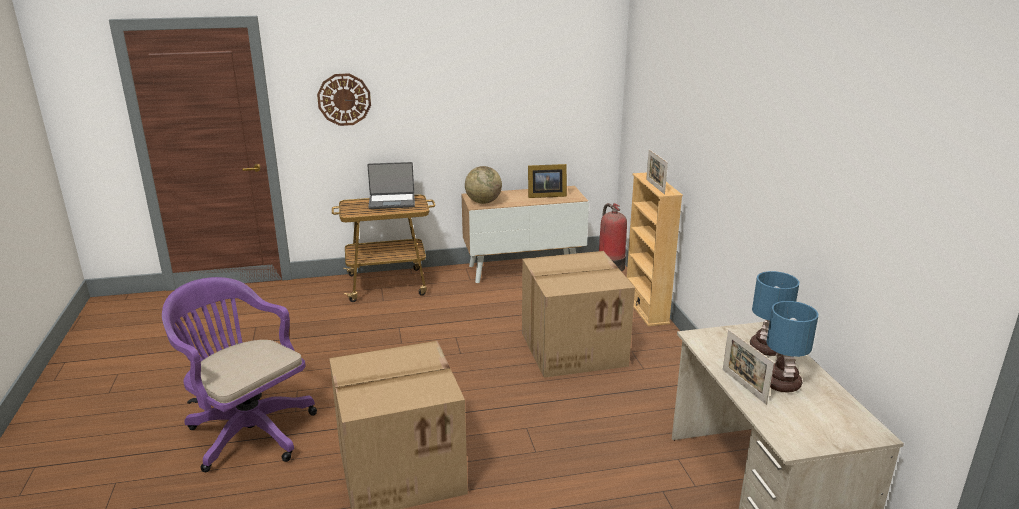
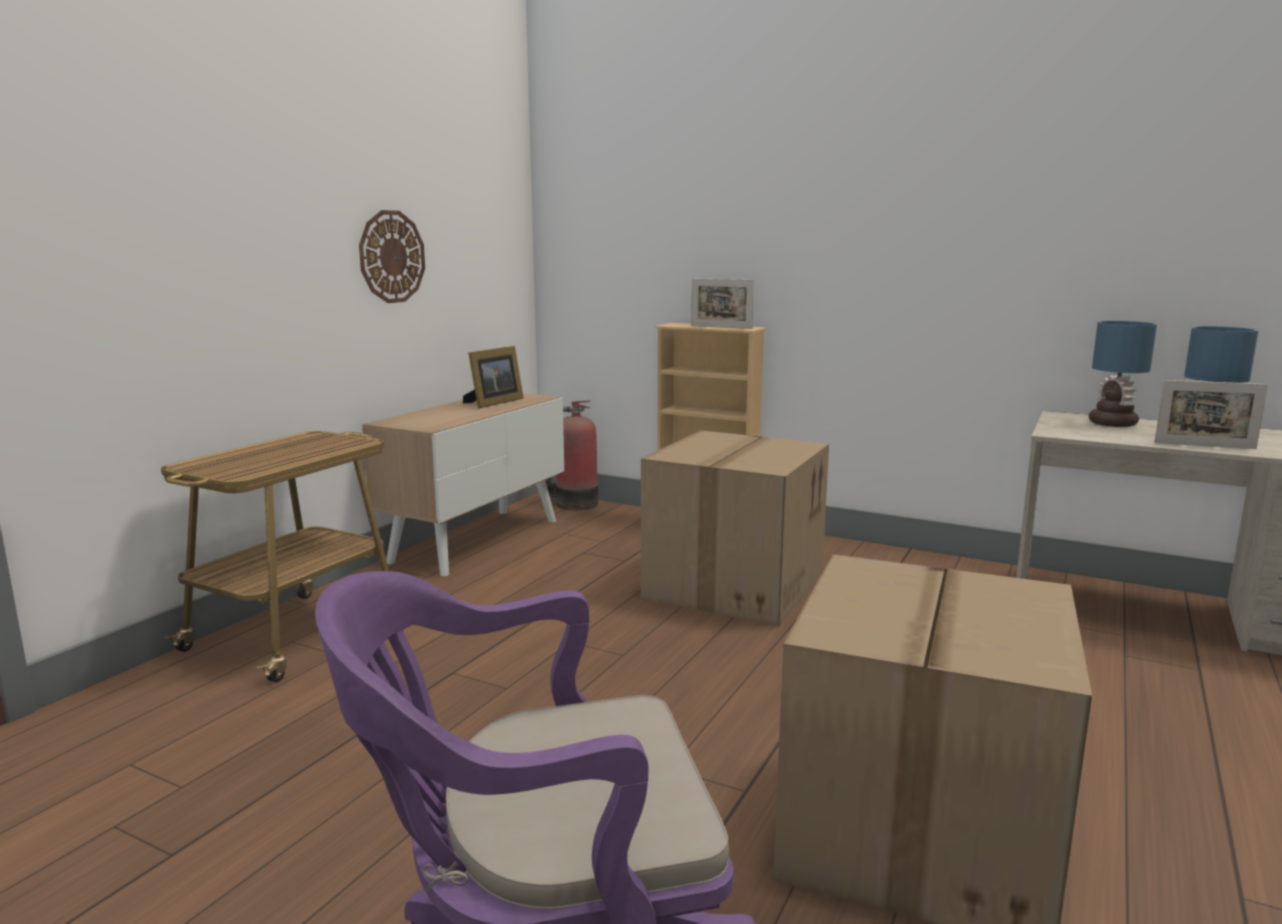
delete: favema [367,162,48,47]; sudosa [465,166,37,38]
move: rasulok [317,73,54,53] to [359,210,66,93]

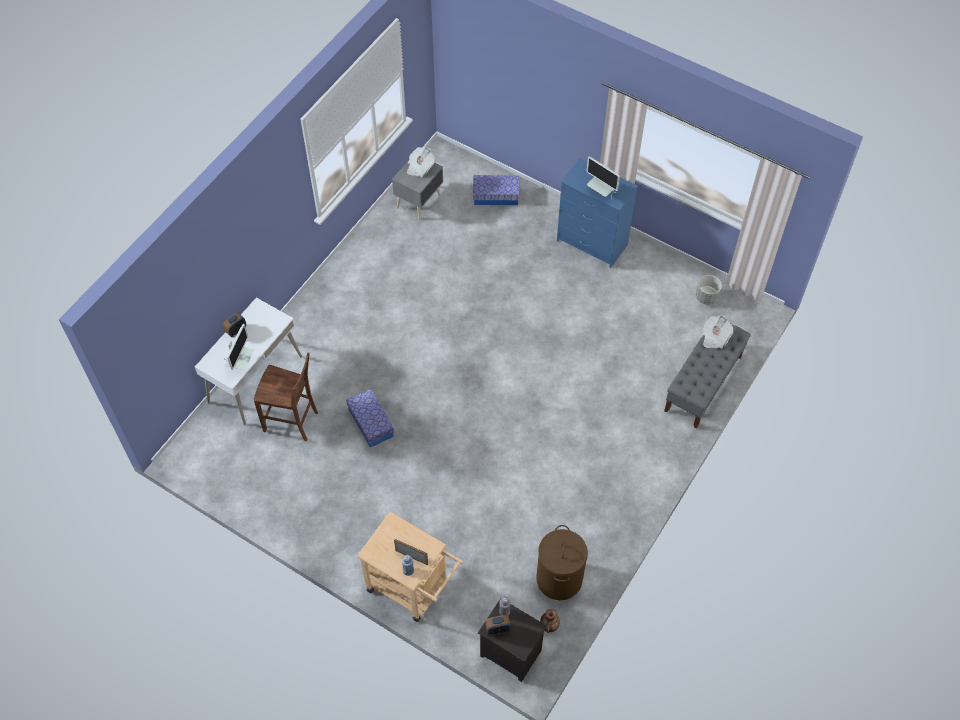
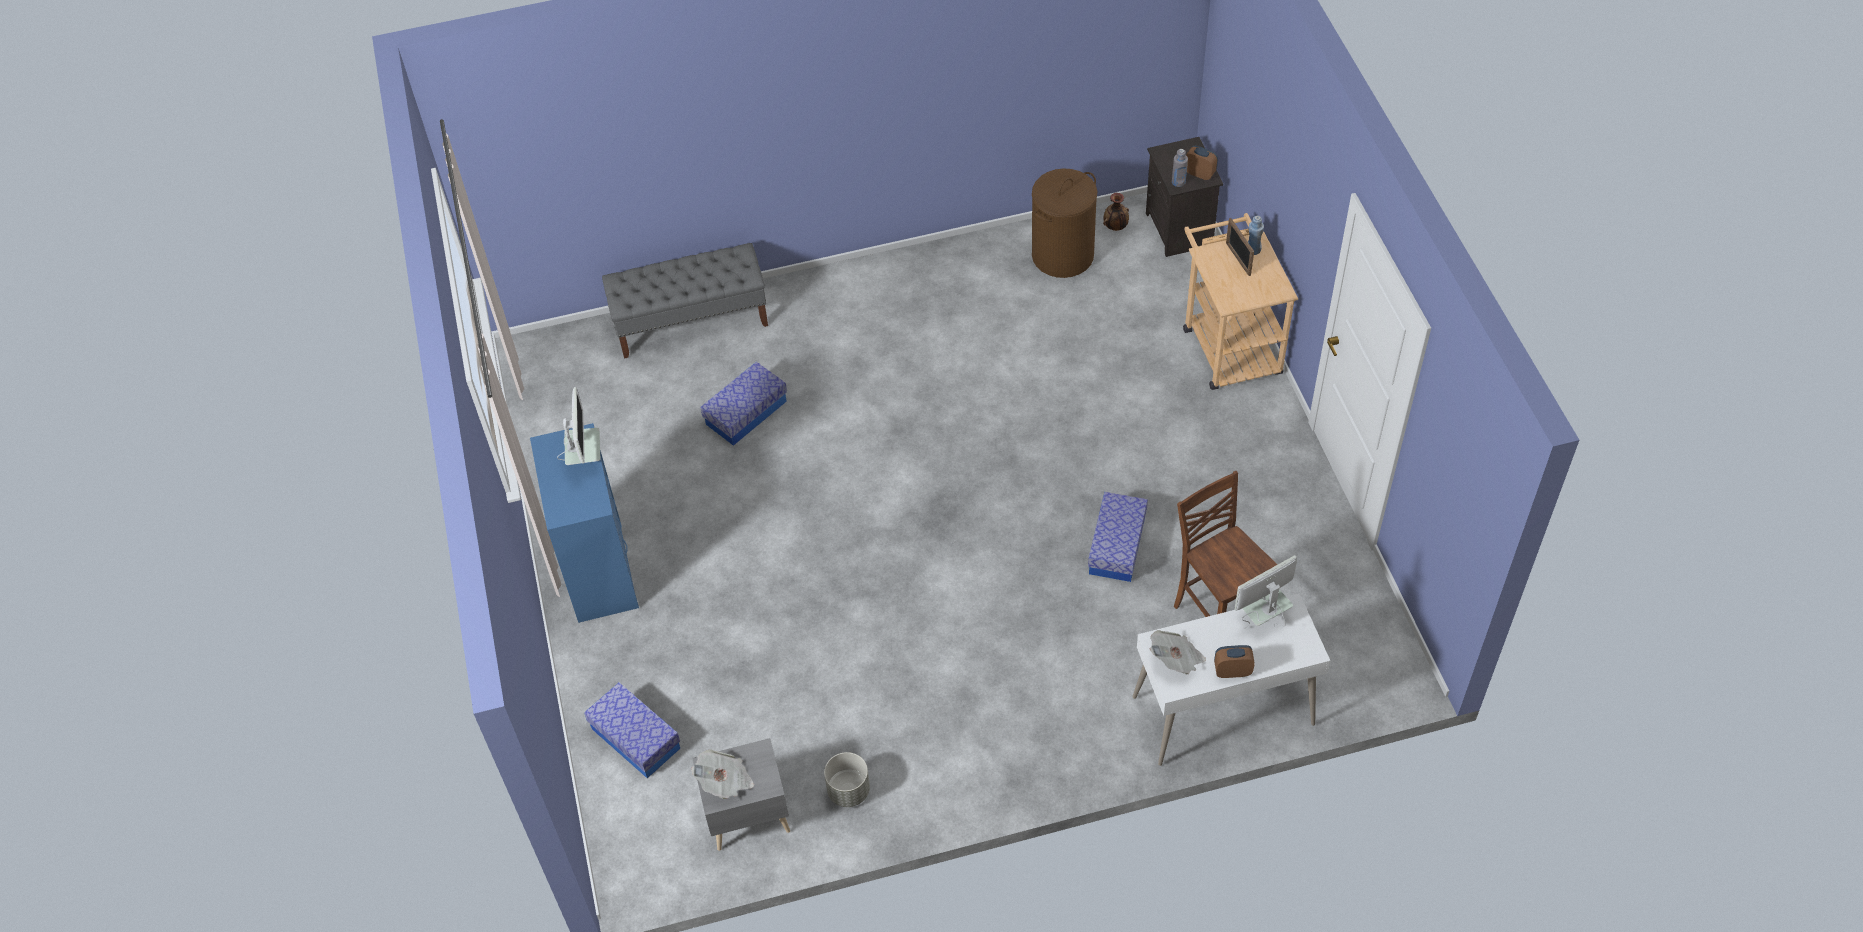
insert: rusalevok [700,362,87,84]
move: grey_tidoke [696,275,26,30] to [824,752,46,55]; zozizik [702,315,32,34] to [1150,630,56,44]

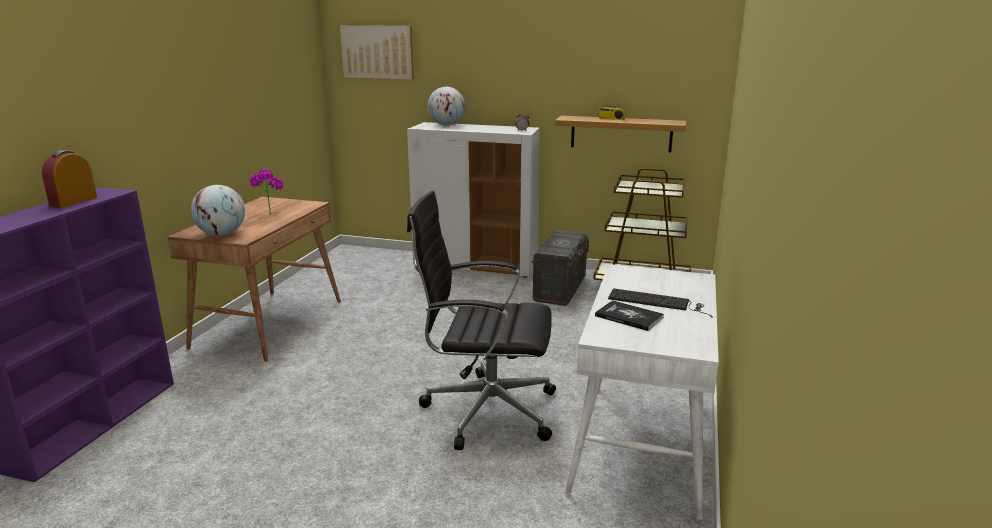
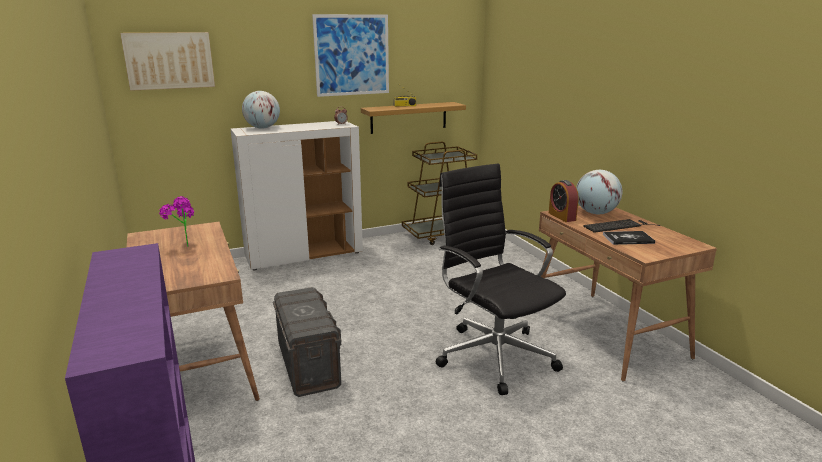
insert: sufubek [312,14,77,83]
move: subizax [42,150,55,58] to [549,180,30,42]; sudosa [191,185,54,51] to [576,170,46,44]; grey_rusalevok [532,230,57,76] to [273,287,69,110]
recolor: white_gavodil [565,264,154,256] to brown_gavodil [539,206,178,176]
rotate: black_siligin [407,190,149,260] = [436,163,130,232] 90 degrees clockwise

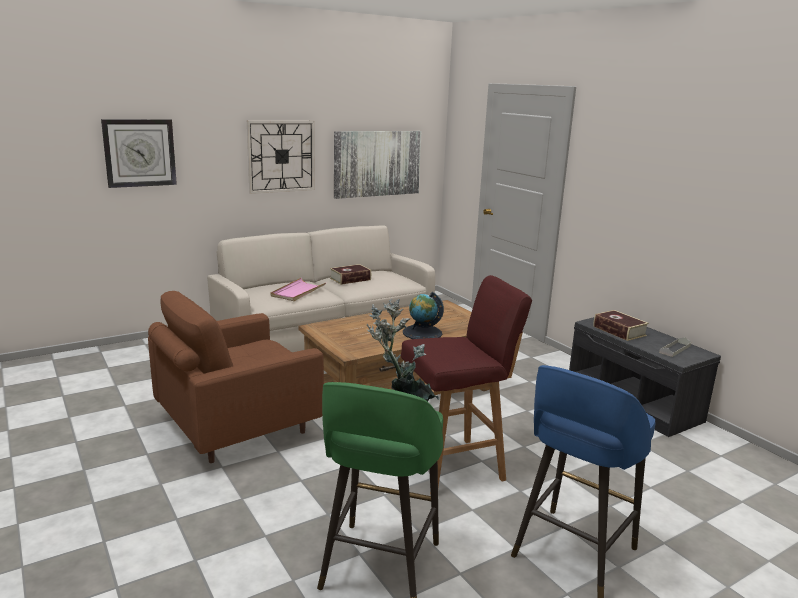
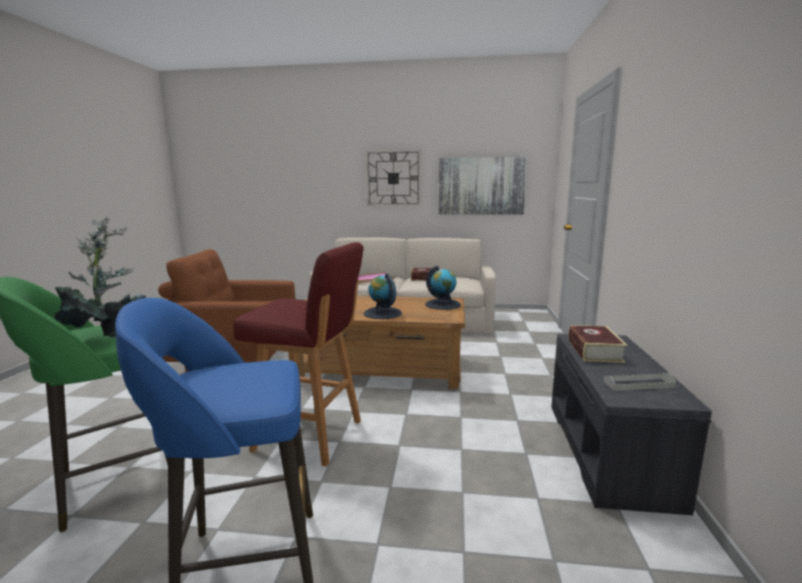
delete: rasulok [101,119,76,69]
insert: sudosa [425,266,36,44]

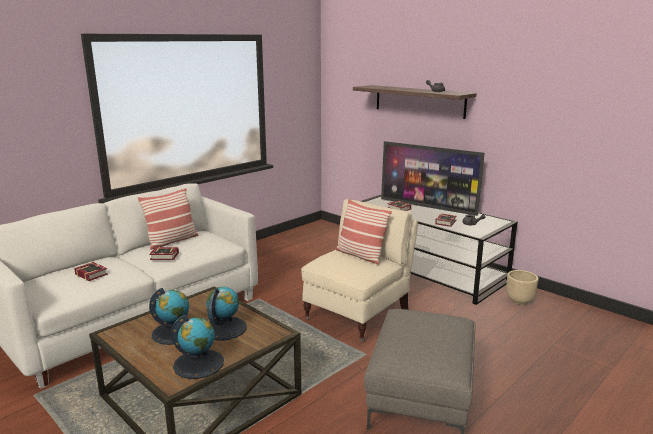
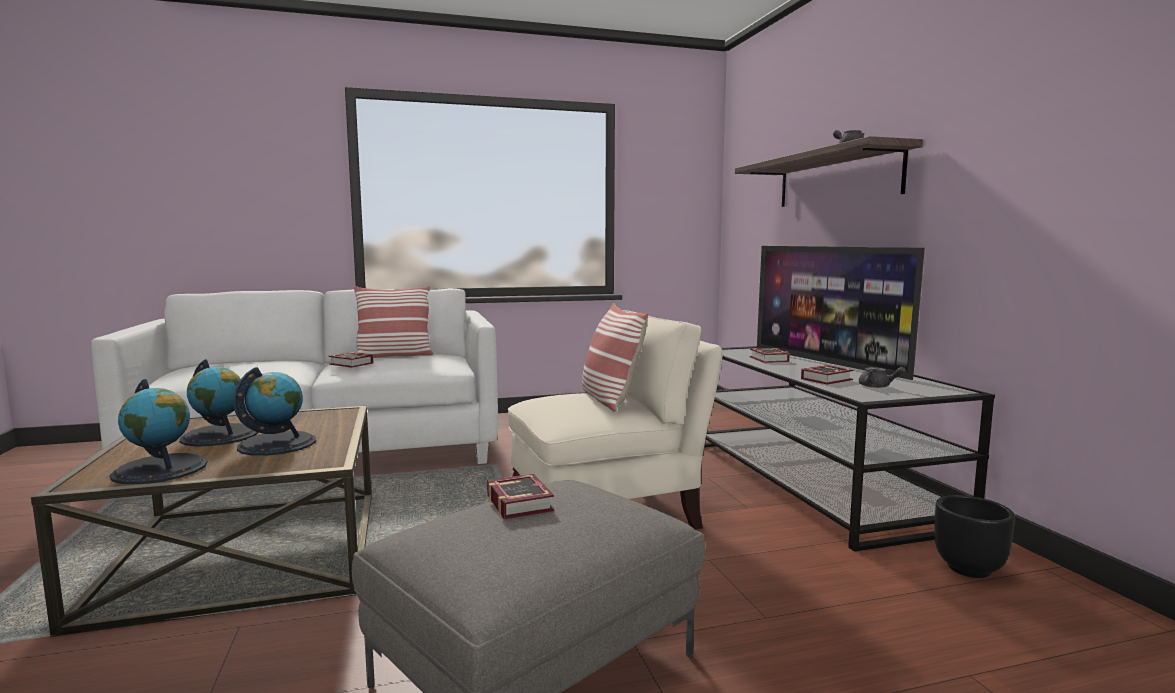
move: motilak [74,262,34,19] to [487,474,67,45]
recolor: beige_tidoke [506,270,32,35] to black_tidoke [934,495,81,83]

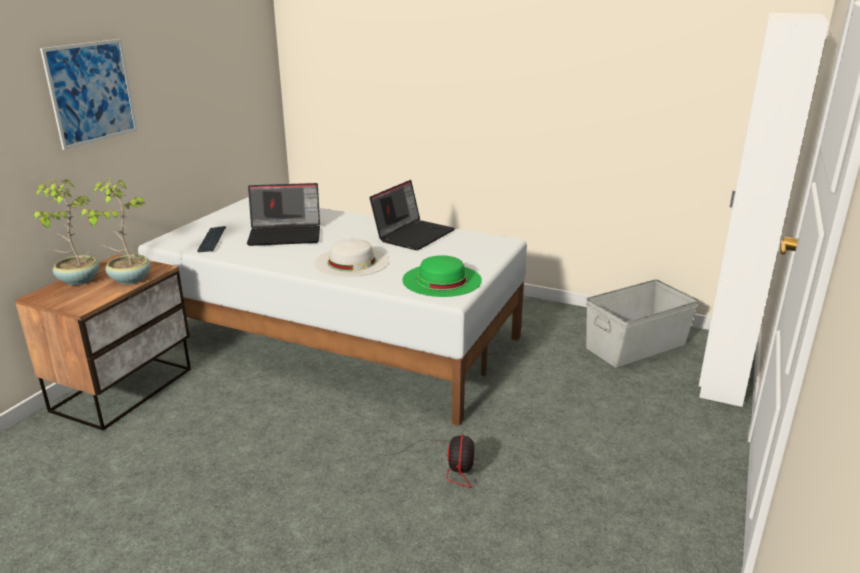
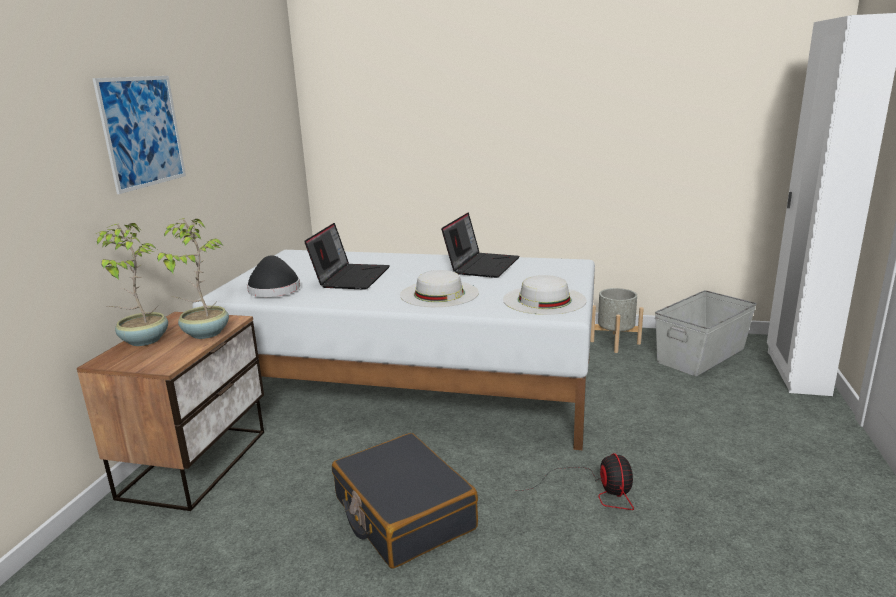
insert: grey_tidoke [590,288,54,65]; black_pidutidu [332,433,146,136]
replace: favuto [197,226,29,26] to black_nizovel [247,255,53,42]
recolor: green_nizovel [402,255,80,42] to white_nizovel [503,275,84,40]
rotate: favema [247,183,73,63] = [304,223,86,67] 60 degrees counterclockwise

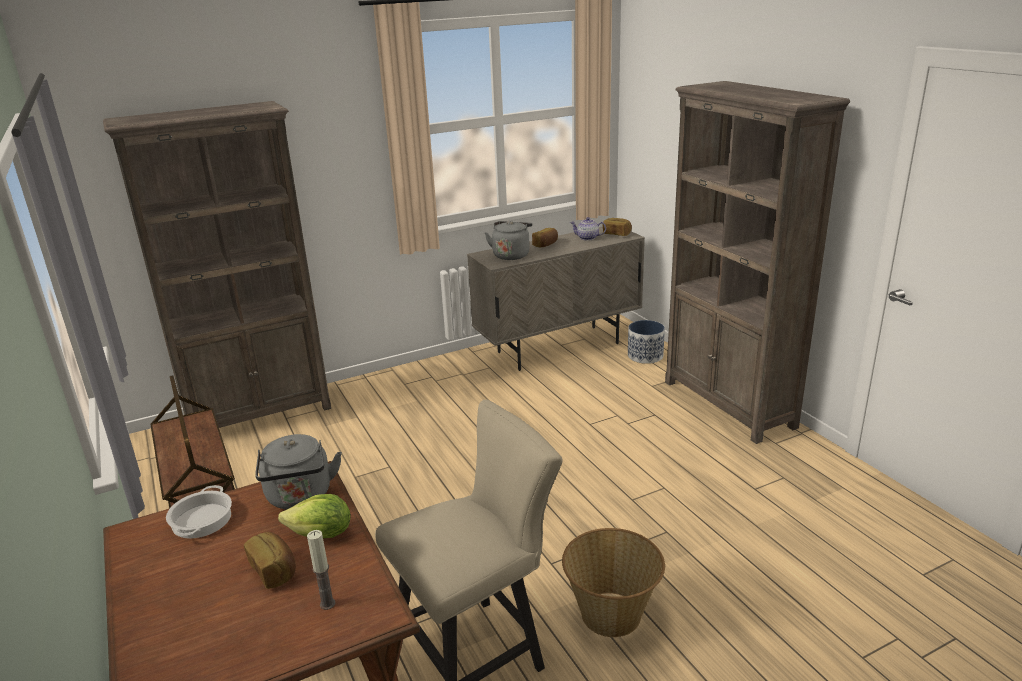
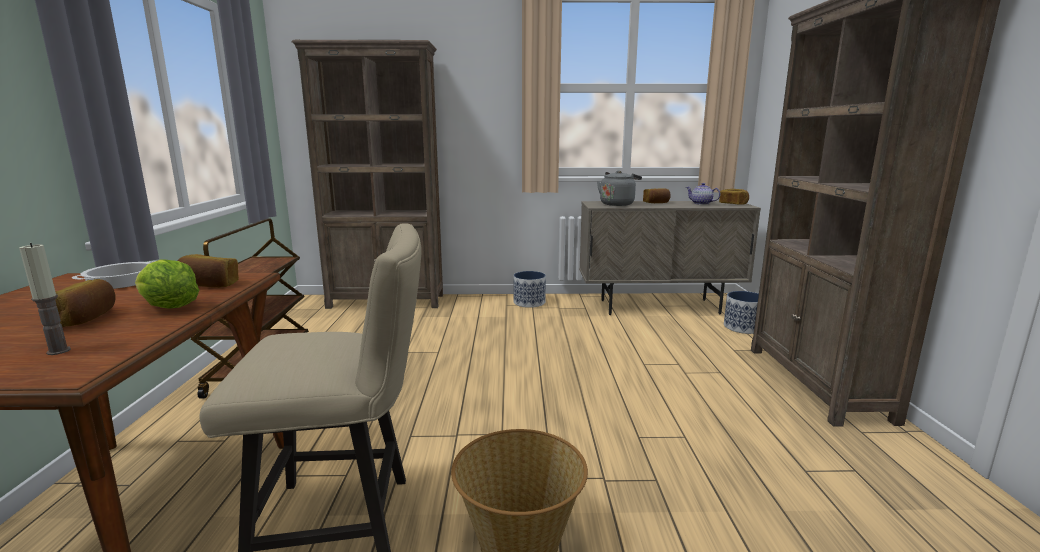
insert: tidoke [513,271,33,37]
replace: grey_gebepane [255,434,87,75] to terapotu [178,254,61,34]

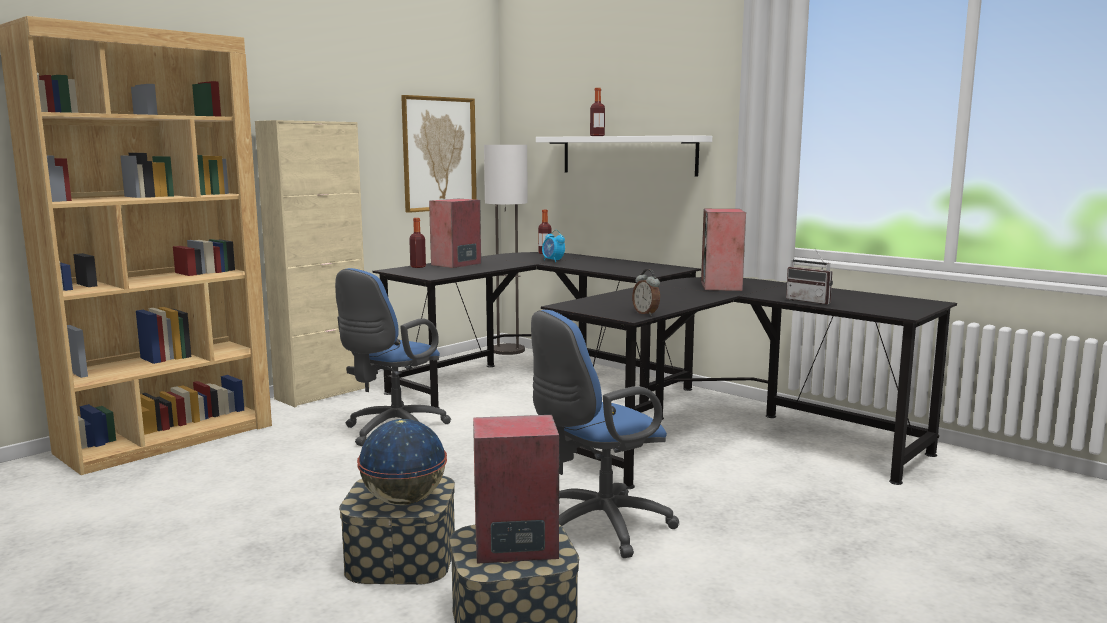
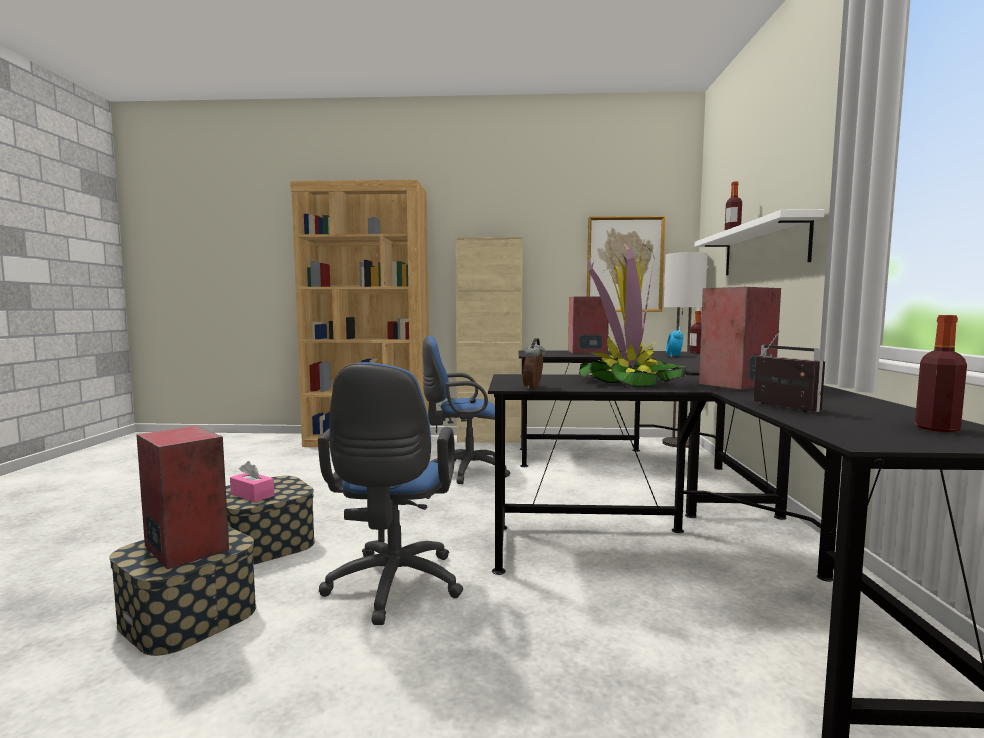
insert: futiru [579,242,107,146]
move: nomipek [409,218,17,50] to [915,315,52,117]
replace: sudosa [357,419,90,86] to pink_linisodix [230,461,44,41]
rotate: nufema [786,248,47,57] = [753,331,72,81] 150 degrees clockwise; blue_siligin [531,310,148,248] = [318,362,145,263] 105 degrees counterclockwise

